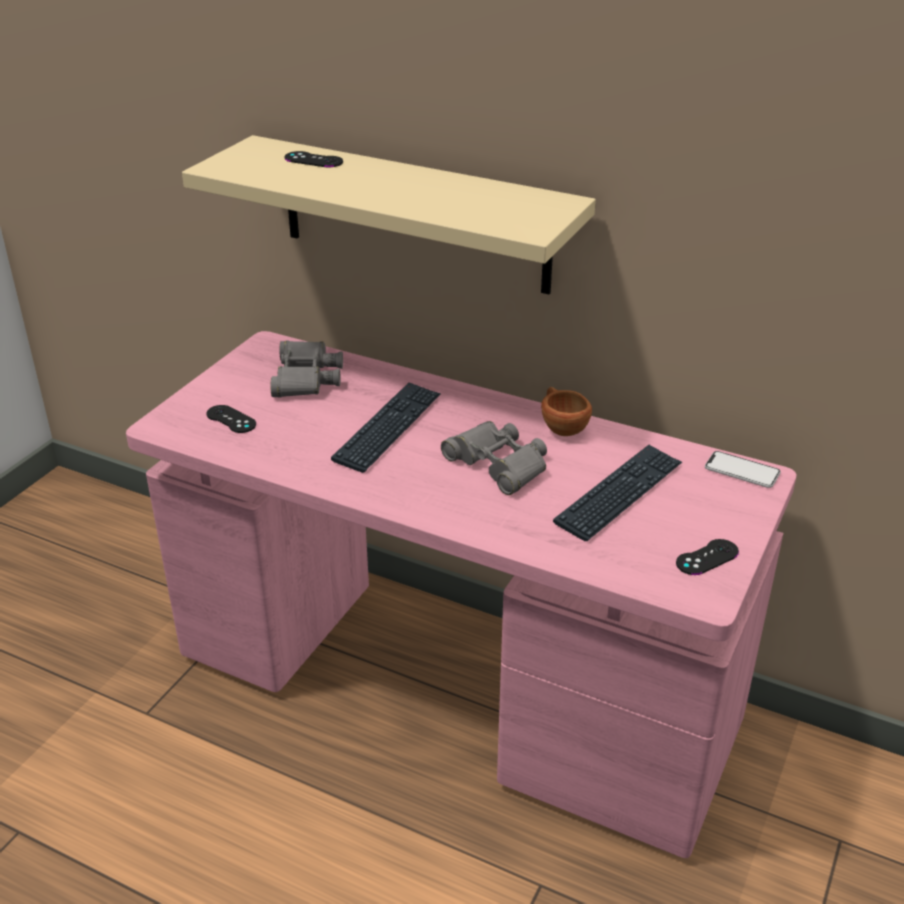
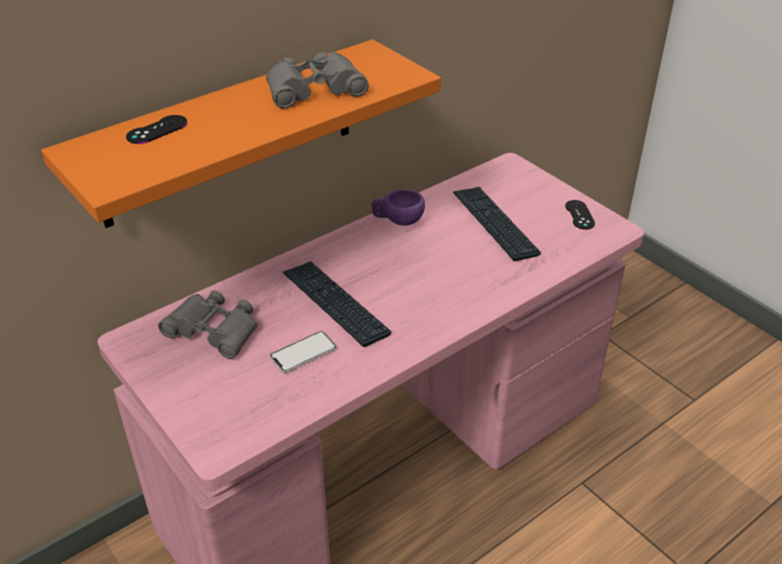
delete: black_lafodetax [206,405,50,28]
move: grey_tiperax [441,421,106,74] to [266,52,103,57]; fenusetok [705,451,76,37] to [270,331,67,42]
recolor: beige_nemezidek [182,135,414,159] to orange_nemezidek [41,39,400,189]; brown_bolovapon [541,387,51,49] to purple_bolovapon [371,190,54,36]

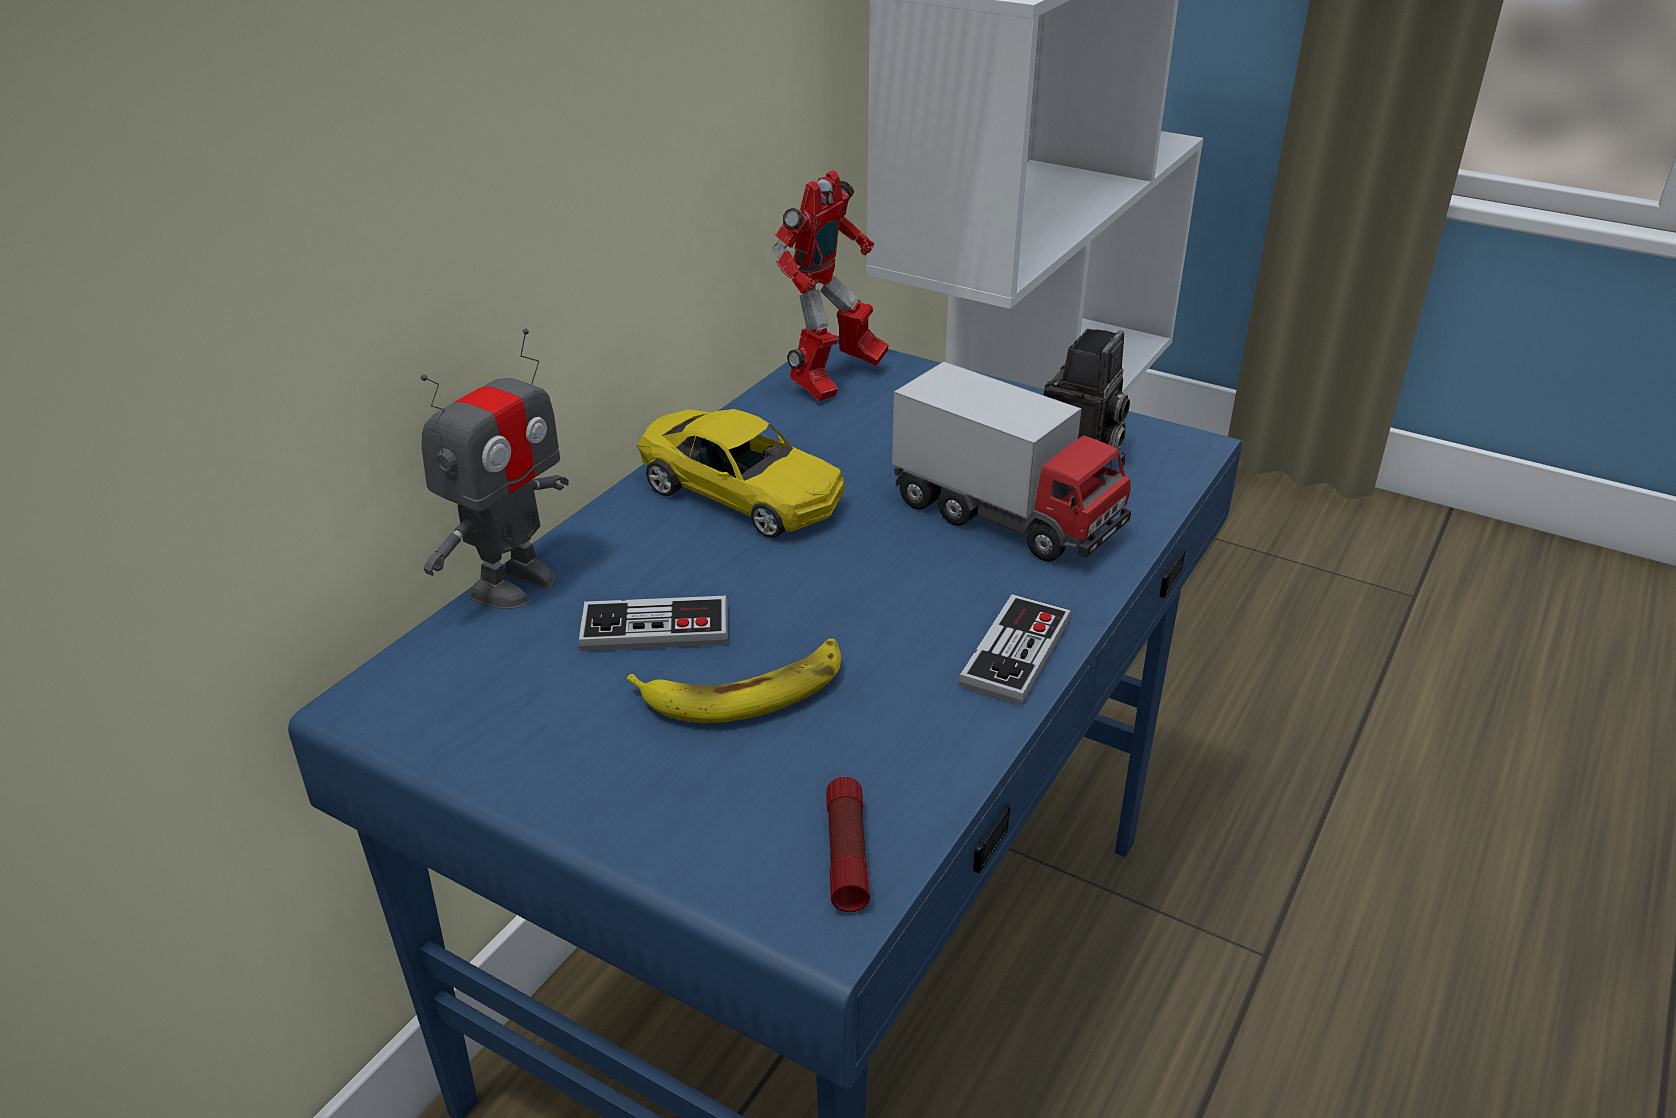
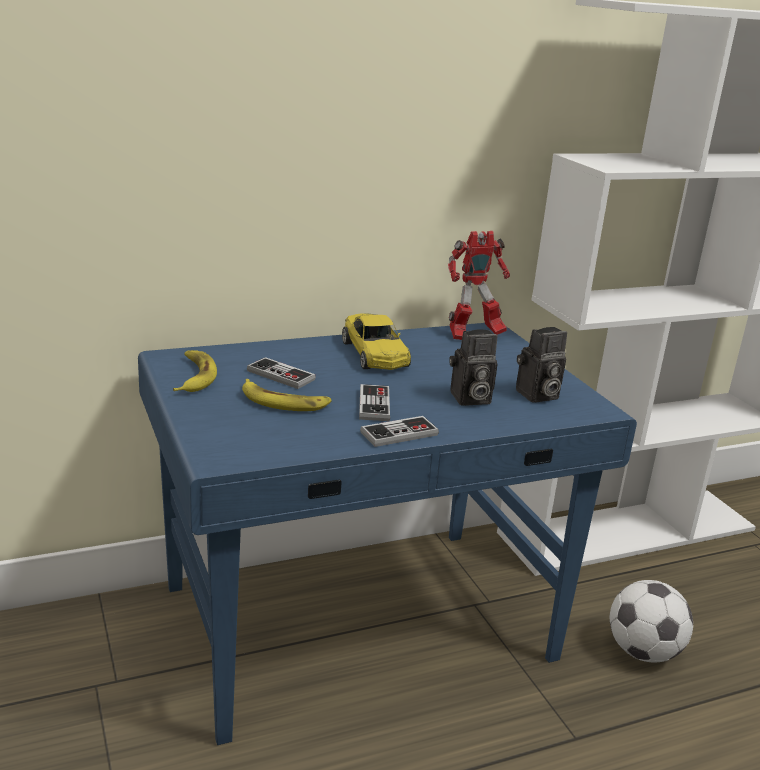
delete: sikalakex [421,328,148,281]; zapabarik [826,777,44,135]
insert: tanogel [173,350,44,42]; lafodetax [359,384,31,37]; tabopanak [610,580,83,82]
replace: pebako [892,361,239,201] to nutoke [449,329,49,77]

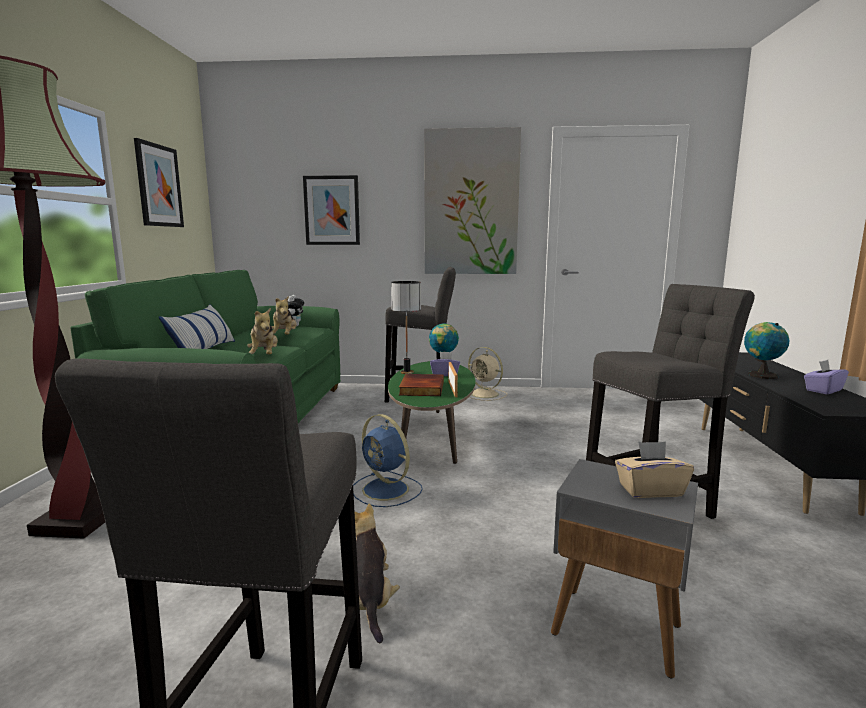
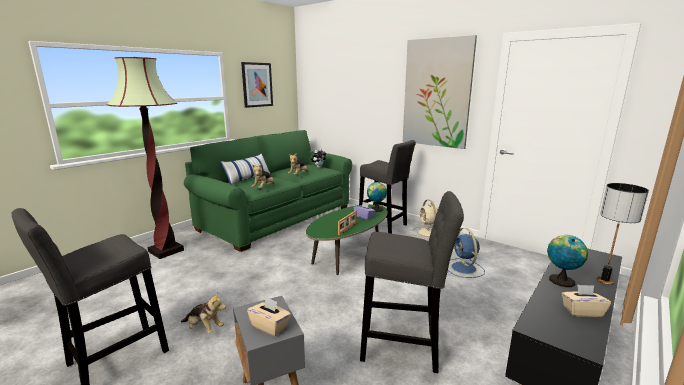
delete: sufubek [303,175,57,70]; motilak [399,374,45,22]
move: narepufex [391,281,30,93] to [597,183,52,102]; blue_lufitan [353,414,70,93] to [448,228,37,50]
recolor: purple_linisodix [804,360,45,34] to beige_linisodix [561,284,50,33]
rotate: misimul [354,503,46,140] = [181,291,45,43] 90 degrees clockwise

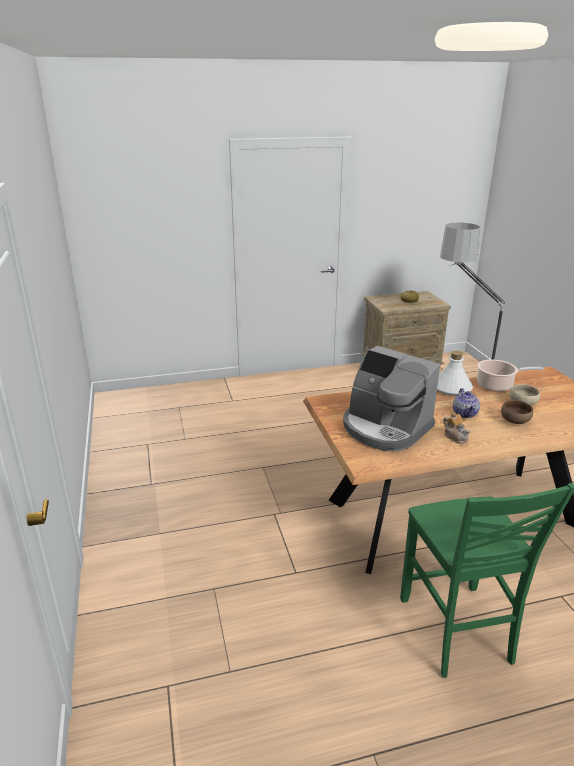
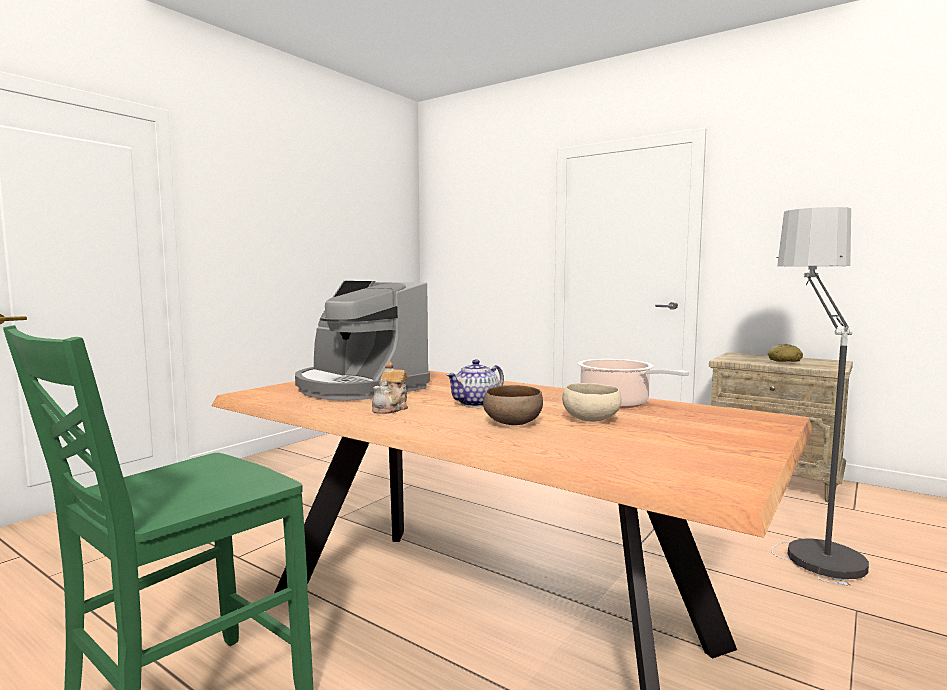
delete: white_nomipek [437,351,36,45]
rotate: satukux [343,346,97,106] = [295,281,135,120] 45 degrees counterclockwise

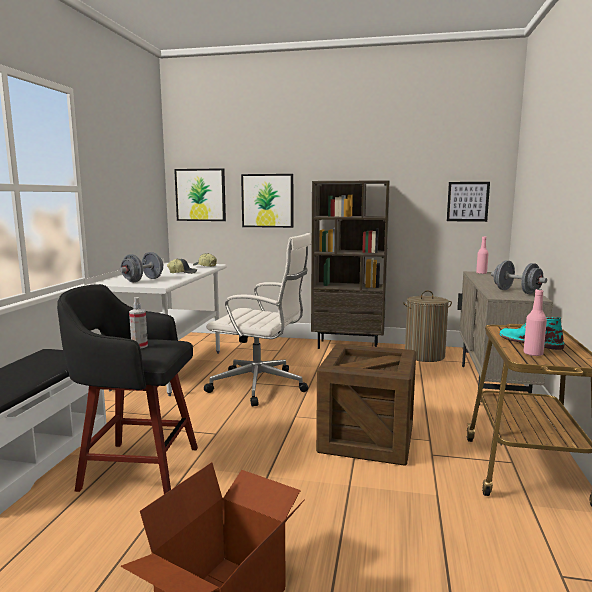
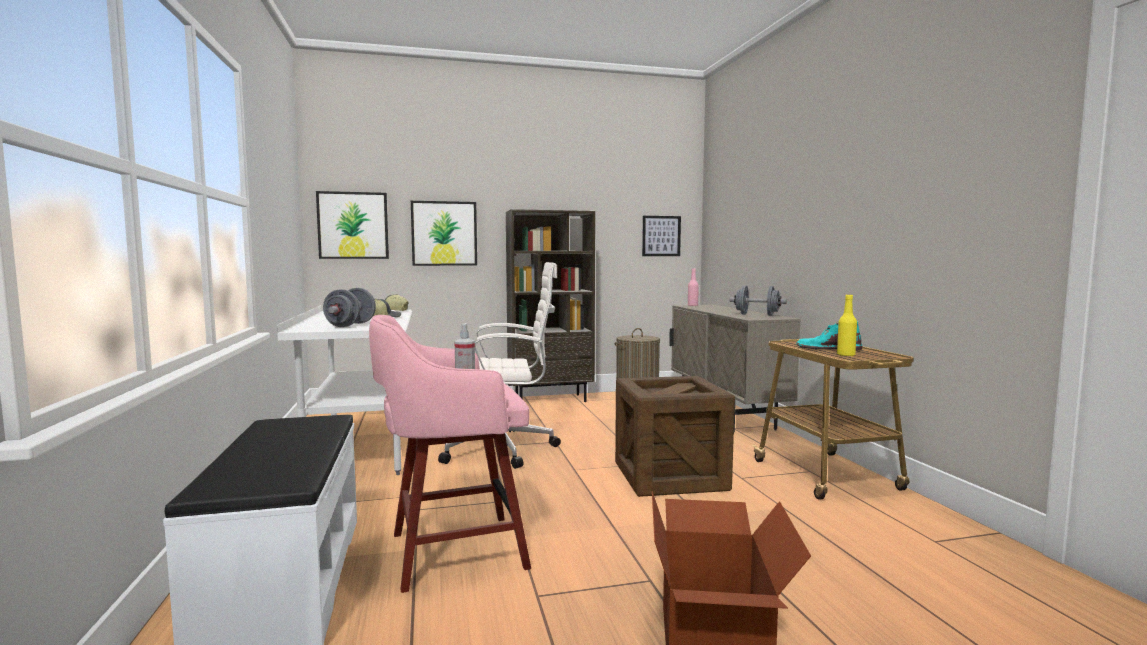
recolor: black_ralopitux [57,284,141,210] to pink_ralopitux [369,315,162,278]; pink_nomipek [523,289,24,67] to yellow_nomipek [837,294,20,62]

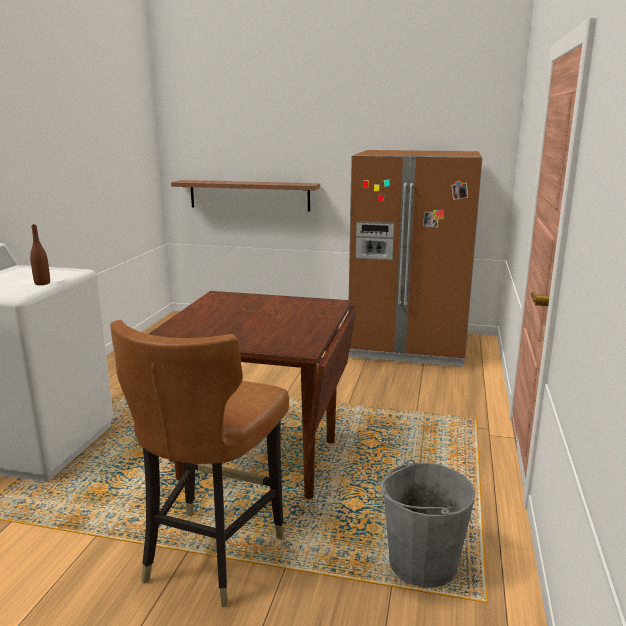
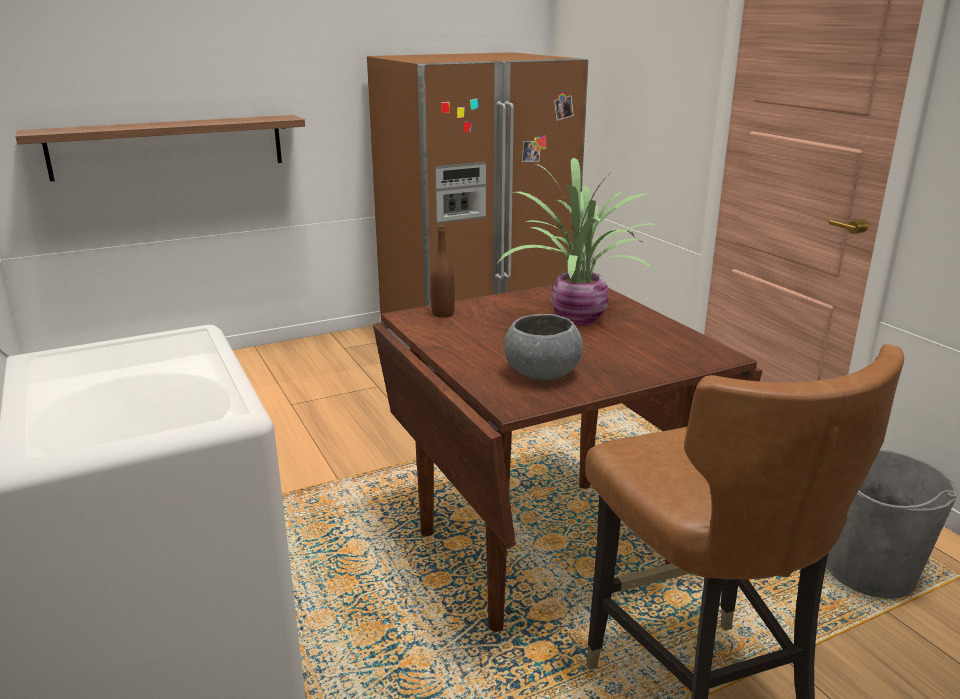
insert: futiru [498,158,160,167]; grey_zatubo [504,314,79,66]
move: brown_nomipek [30,224,20,61] to [430,225,25,93]

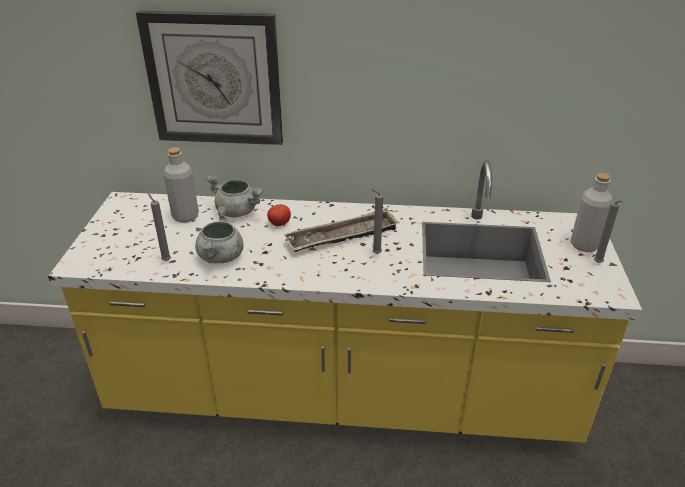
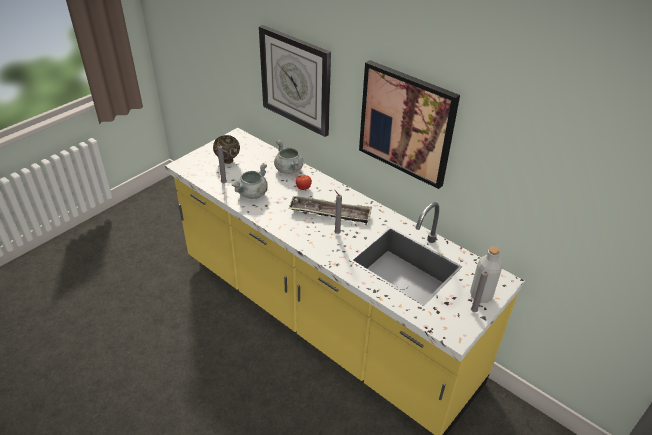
delete: grey_nomipek [164,147,35,76]
insert: sufubek [359,60,101,129]; brown_zatubo [213,135,27,29]

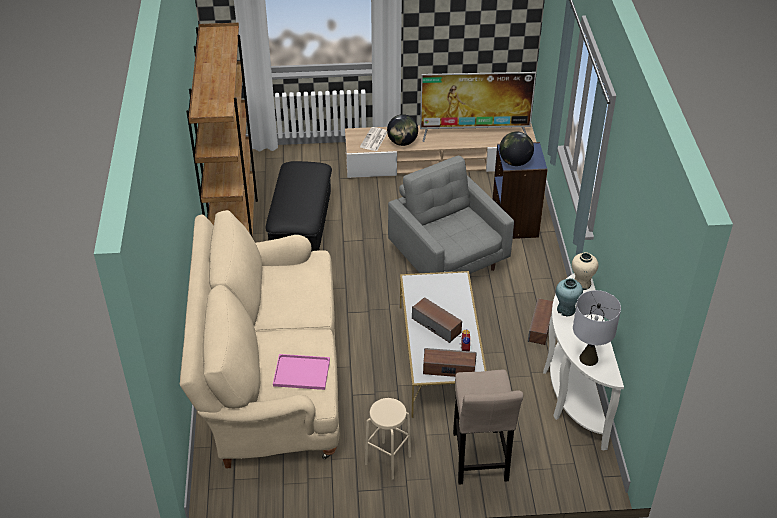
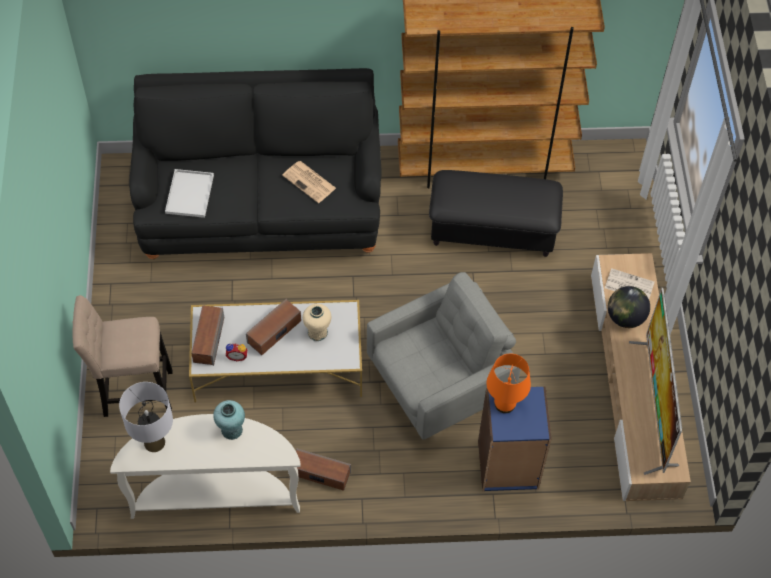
delete: beige_ralopitux [365,398,46,81]
insert: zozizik [282,161,54,42]
move: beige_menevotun [572,252,26,38] to [303,304,28,37]
replace: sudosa [499,132,35,34] to orange_narepufex [487,354,44,59]
recolor: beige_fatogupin [180,210,159,258] to black_fatogupin [129,68,253,191]; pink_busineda [273,354,57,36] to white_busineda [165,169,49,49]

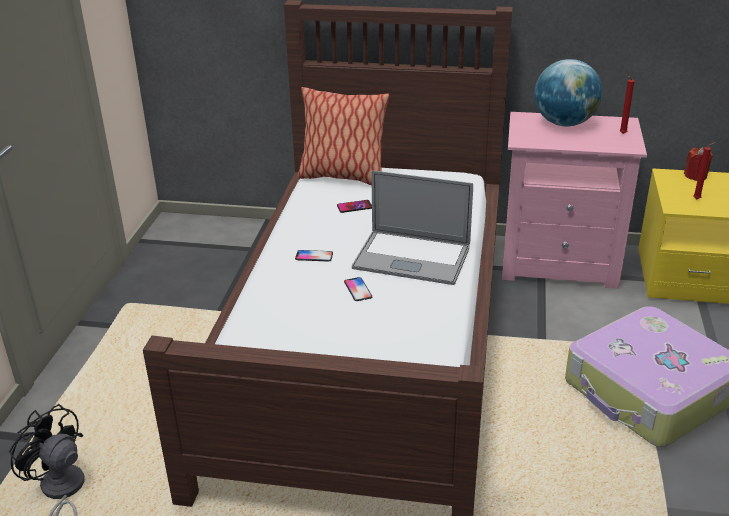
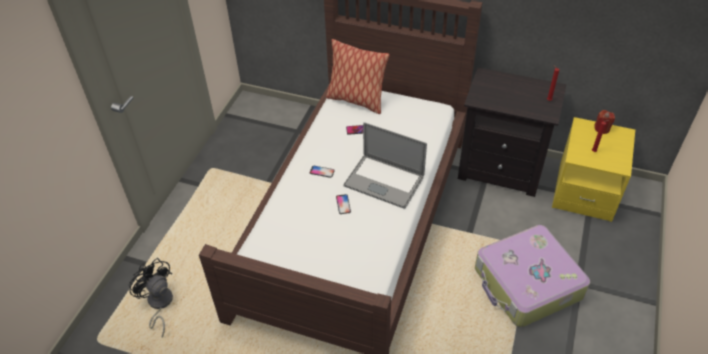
delete: sudosa [534,59,68,67]
recolor: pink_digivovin [502,112,145,177] to black_digivovin [458,67,109,130]

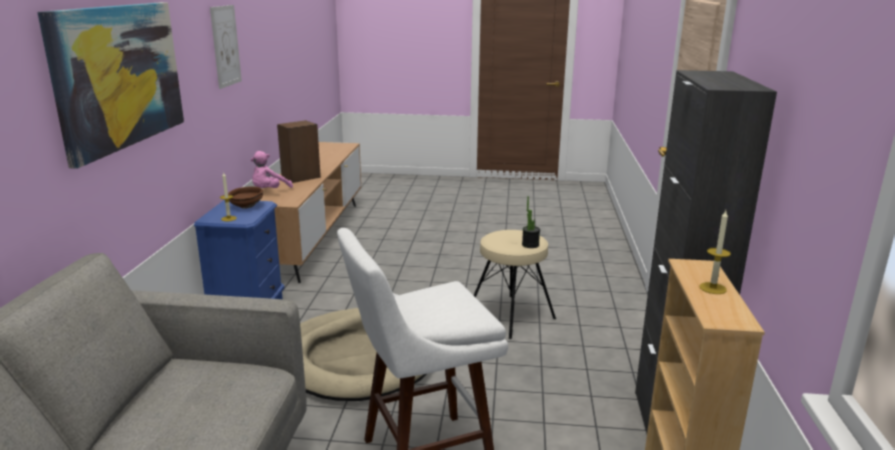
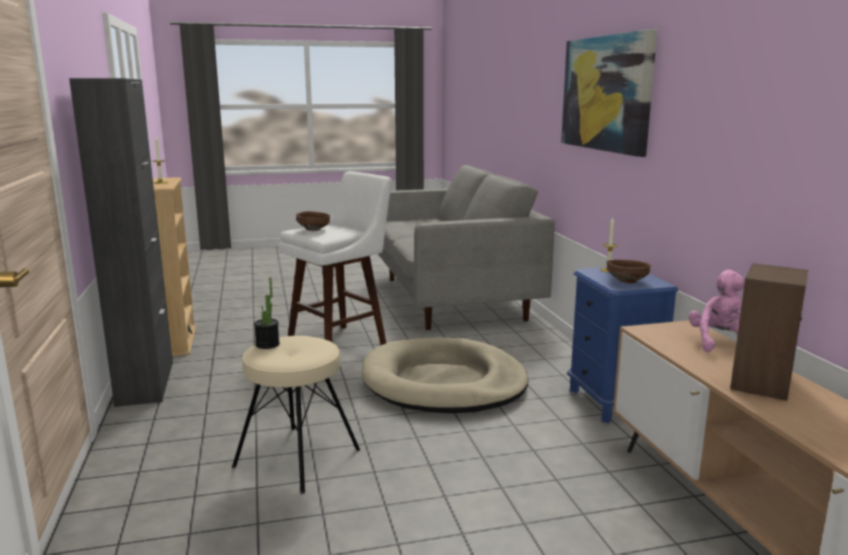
delete: sufubek [210,5,32,84]
insert: brown_zatubo [296,211,35,20]

